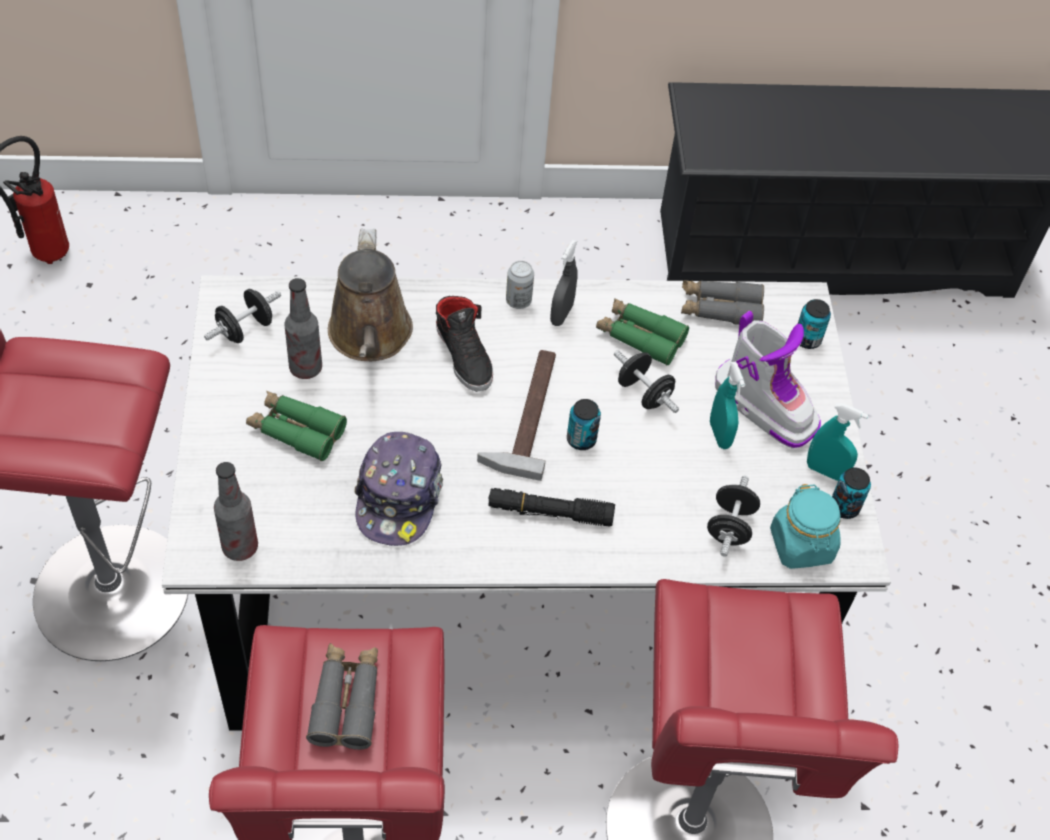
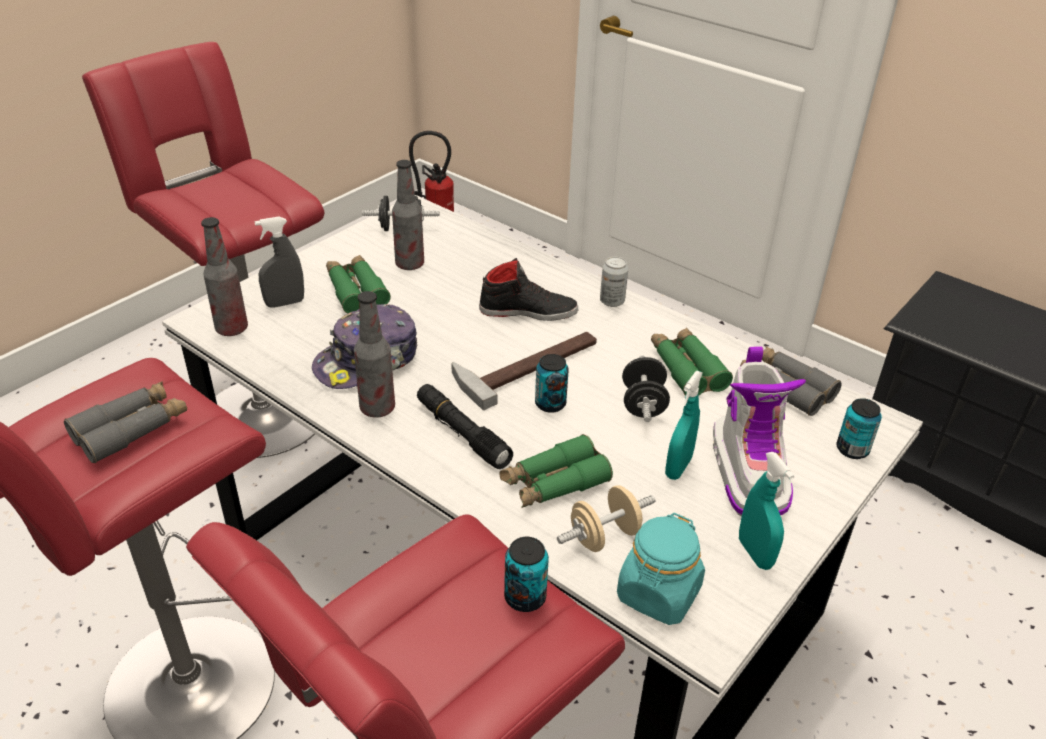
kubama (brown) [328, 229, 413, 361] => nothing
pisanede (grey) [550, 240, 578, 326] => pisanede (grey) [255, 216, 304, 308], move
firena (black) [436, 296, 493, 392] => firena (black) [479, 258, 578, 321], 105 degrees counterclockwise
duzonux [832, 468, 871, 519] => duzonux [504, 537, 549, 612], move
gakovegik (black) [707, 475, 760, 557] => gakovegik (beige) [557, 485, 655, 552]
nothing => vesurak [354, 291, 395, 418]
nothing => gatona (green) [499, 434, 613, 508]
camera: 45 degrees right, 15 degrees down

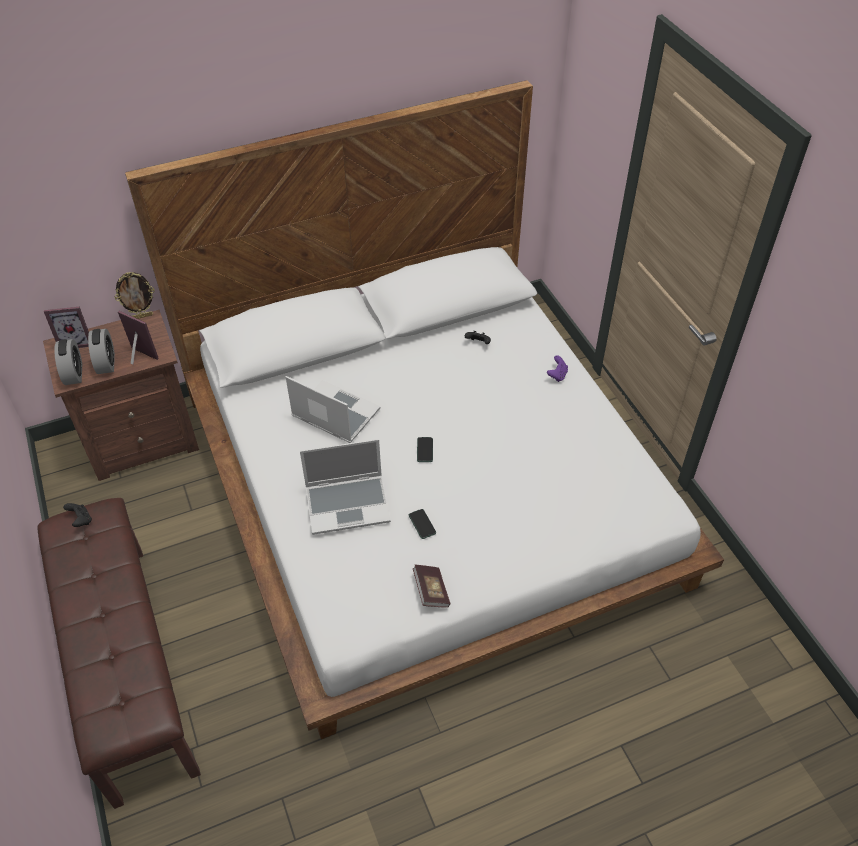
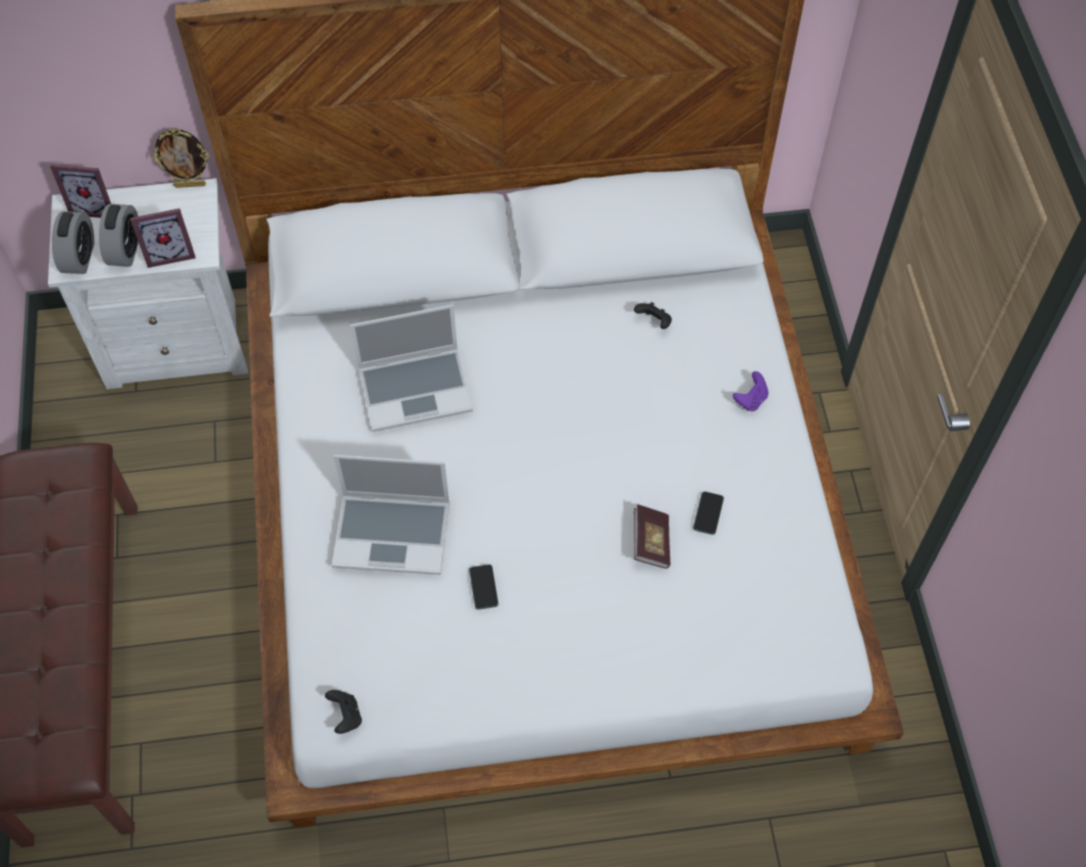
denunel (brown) [43, 310, 199, 481] => denunel (white) [48, 178, 248, 389]
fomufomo [118, 311, 159, 365] => fomufomo [130, 208, 196, 268], 120 degrees clockwise
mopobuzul [286, 376, 381, 443] => mopobuzul [350, 304, 473, 432], 120 degrees clockwise
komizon [417, 437, 433, 462] => komizon [693, 491, 724, 535], move
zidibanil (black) [63, 503, 92, 527] => zidibanil (black) [325, 690, 362, 734], move
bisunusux [413, 565, 450, 608] => bisunusux [634, 504, 670, 569], move
camera: 15 degrees right, 10 degrees up

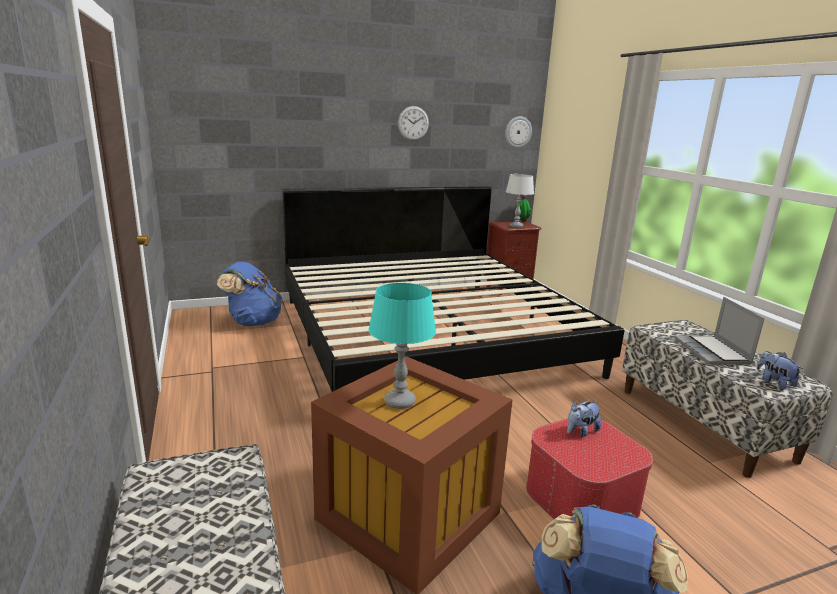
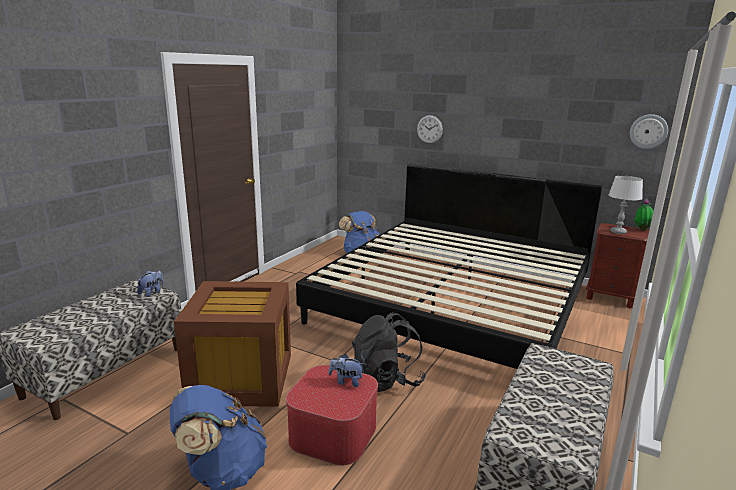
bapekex [398, 106, 429, 140] => bapekex [417, 115, 443, 143], move
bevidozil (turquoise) [369, 283, 436, 409] => nothing
mopobuzul [675, 297, 765, 365] => nothing
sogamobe [757, 351, 803, 389] => sogamobe [137, 270, 164, 297], move
nothing => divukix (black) [352, 312, 426, 392]
camera: 50 degrees right, 0 degrees up

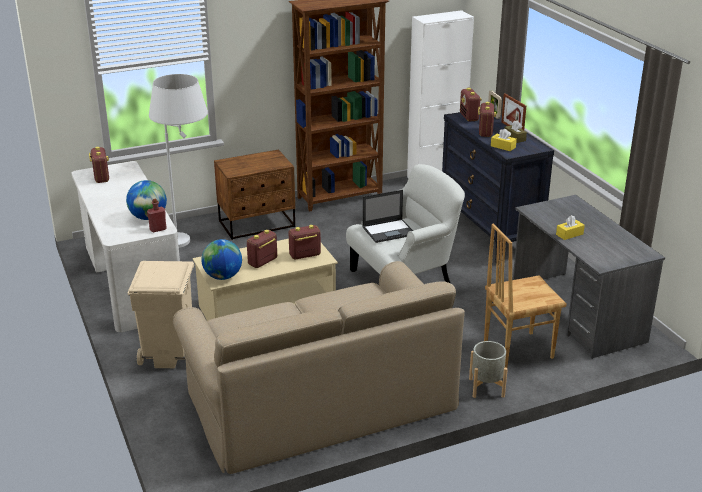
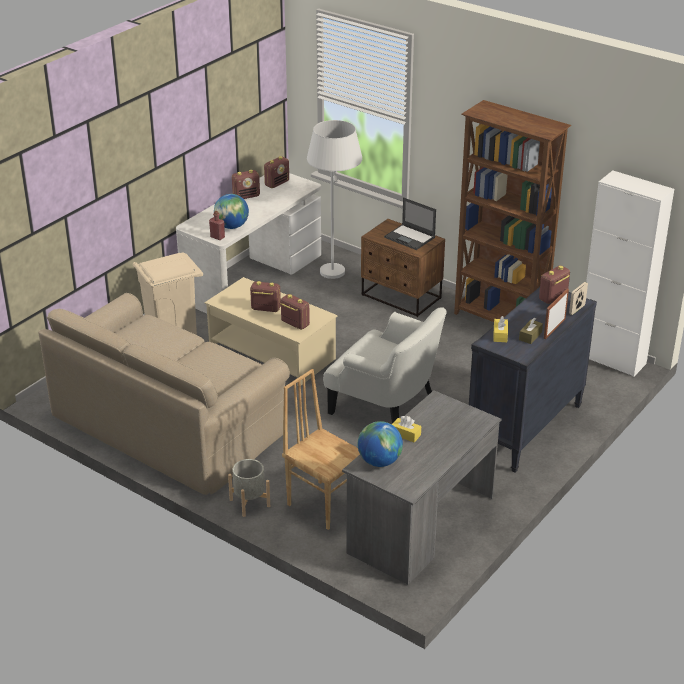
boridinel [478, 102, 496, 137] => boridinel [232, 170, 260, 199], move
mopobuzul [362, 190, 413, 243] => mopobuzul [384, 197, 436, 250], move
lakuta [201, 239, 242, 280] => lakuta [358, 421, 403, 467], move
camera: 60 degrees right, 5 degrees up

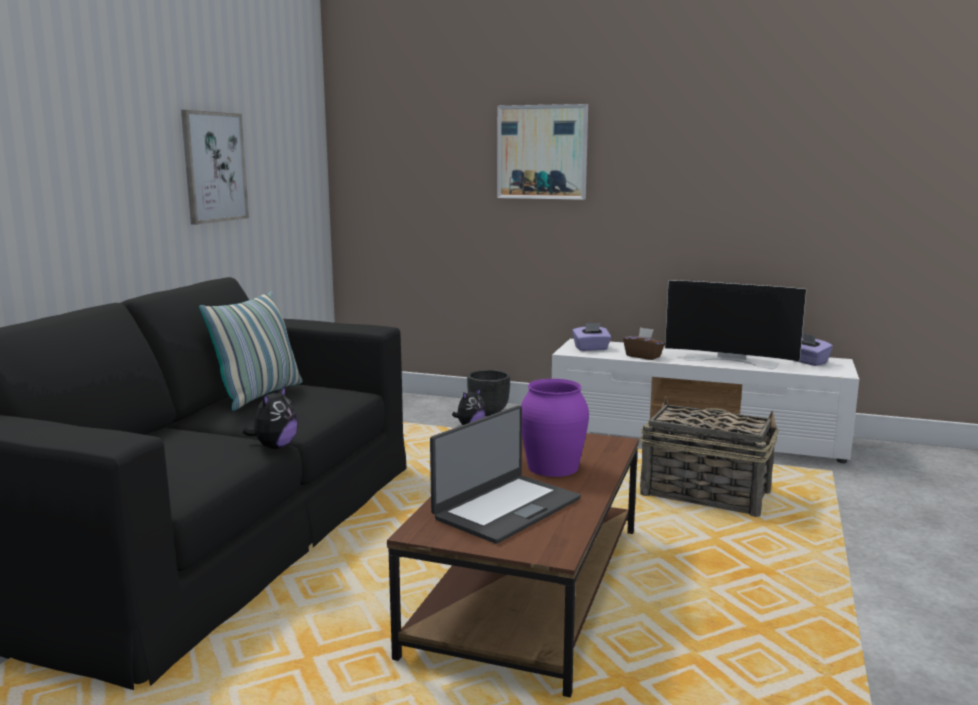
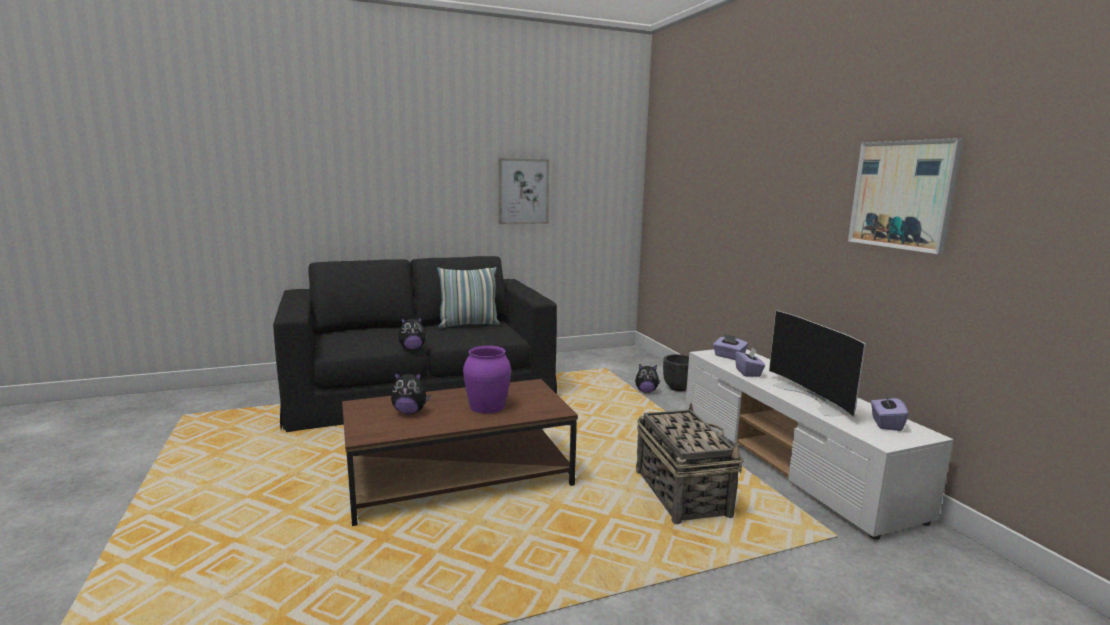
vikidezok [497, 104, 588, 200] => vikidezok [848, 138, 964, 254], move
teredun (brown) [623, 327, 665, 360] => teredun (purple) [735, 347, 765, 377]
mopobuzul [430, 405, 581, 544] => sogamobe [391, 371, 431, 414]
camera: 50 degrees right, 0 degrees up

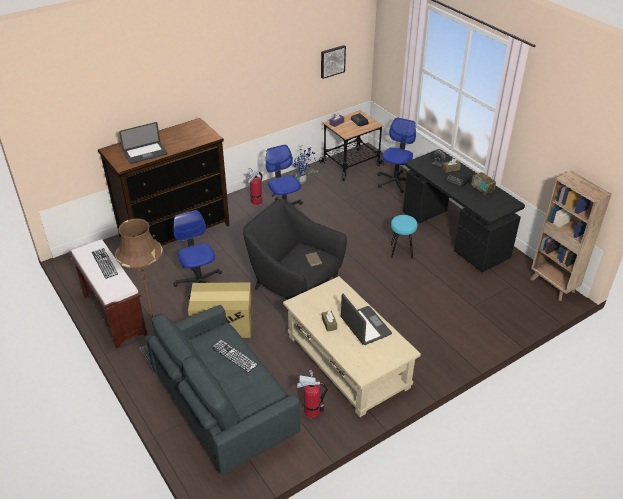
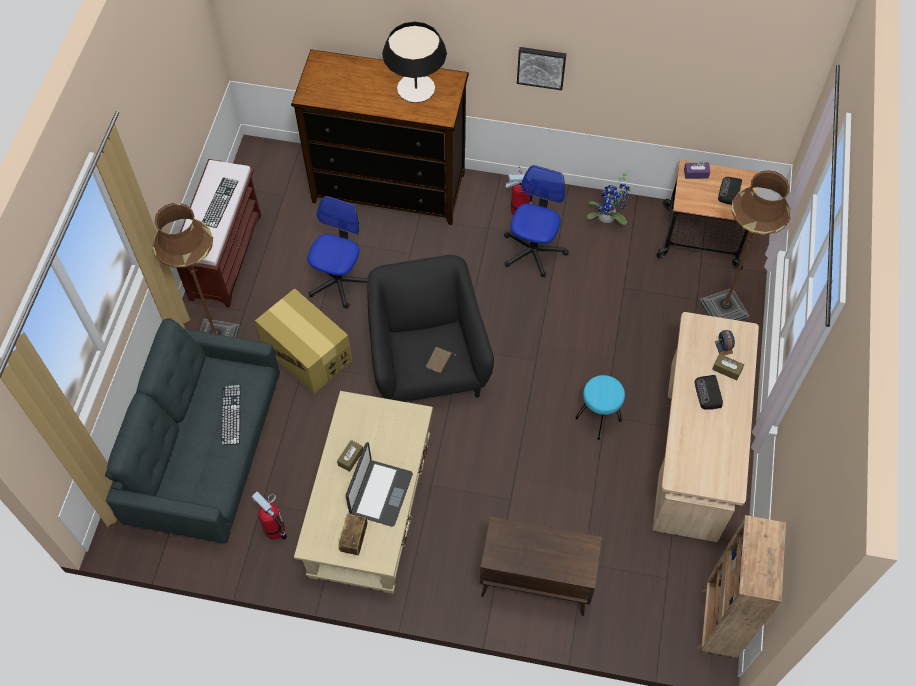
vikidezok [321, 45, 346, 79] => vikidezok [517, 47, 566, 90], move
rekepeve [377, 118, 416, 193] => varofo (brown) [699, 170, 791, 321]
mopobuzul [119, 122, 168, 164] => nothing
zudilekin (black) [403, 149, 525, 272] => zudilekin (beige) [652, 312, 759, 542]
boridinel [472, 172, 496, 196] => boridinel [338, 513, 367, 555], move
nothing => bevidozil [382, 21, 447, 103]
nothing => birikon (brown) [480, 517, 602, 616]
camera: 45 degrees right, 20 degrees up

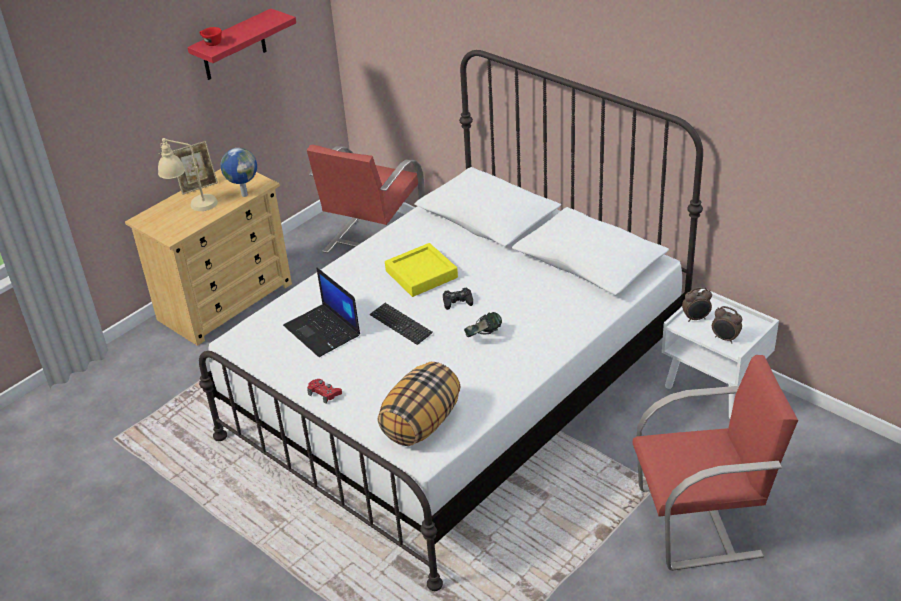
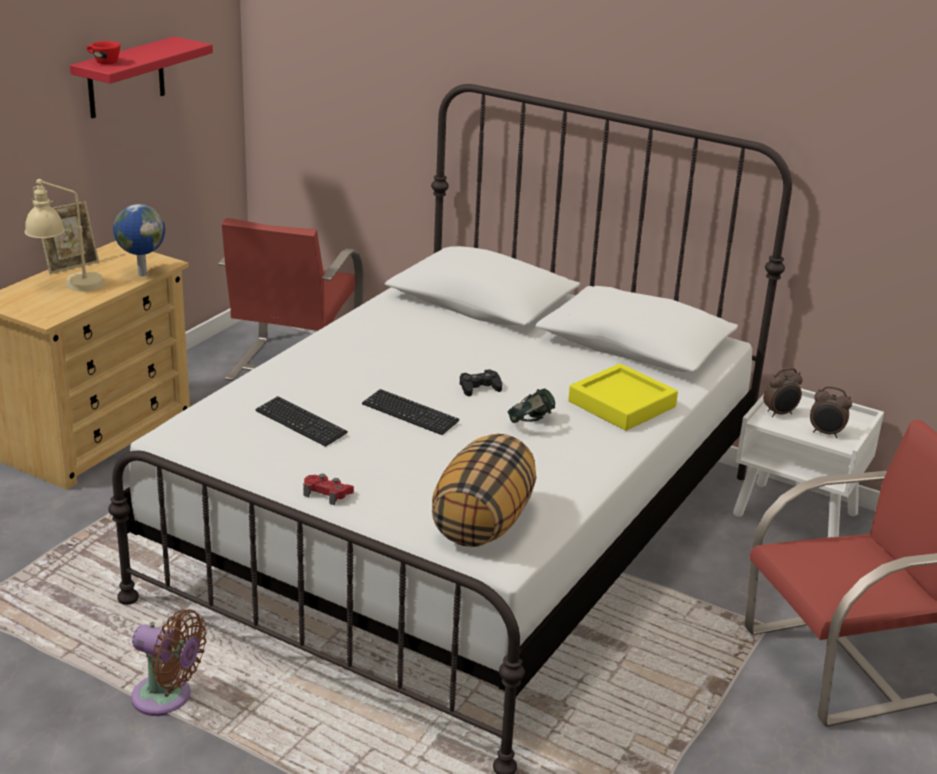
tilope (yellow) [385, 243, 458, 297] => tilope (yellow) [568, 364, 678, 431], move
mopobuzul [283, 267, 360, 357] => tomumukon [255, 396, 348, 447]
nothing => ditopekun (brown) [131, 609, 207, 716]
camera: 15 degrees left, 10 degrees down

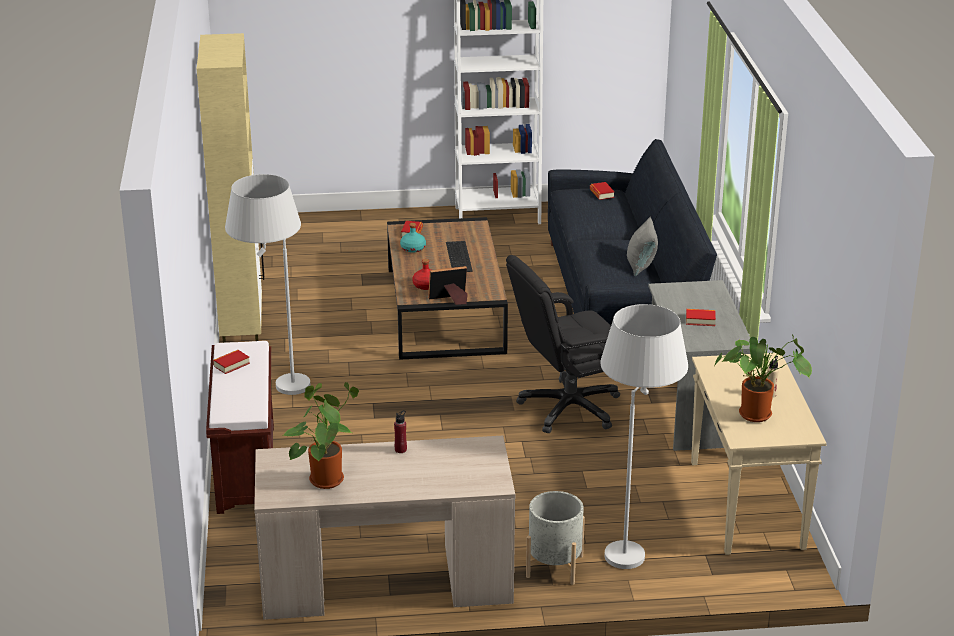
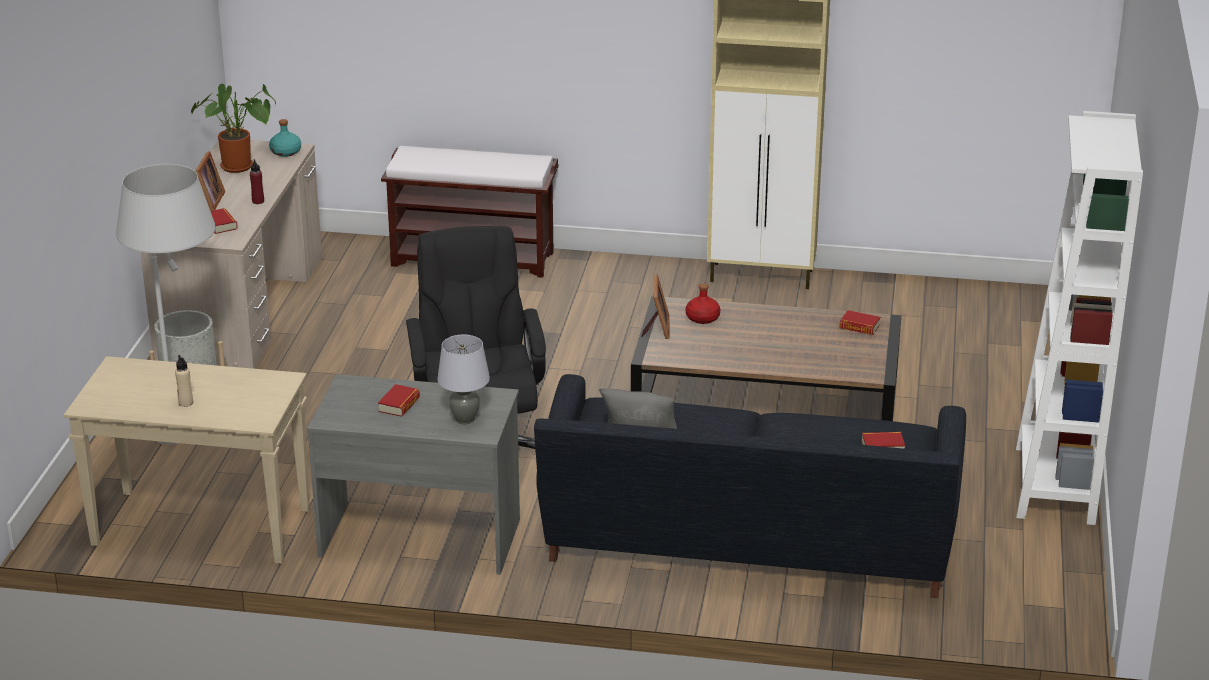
varofo (white) [225, 174, 311, 395] => nothing
vesurak (turquoise) [400, 223, 426, 253] => vesurak (turquoise) [269, 119, 301, 157], move
tomumukon [446, 241, 473, 272] => nothing
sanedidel [715, 334, 812, 422] => nothing
bisunusux [213, 350, 250, 374] => bisunusux [211, 208, 238, 234], move
nothing => fomufomo [195, 151, 225, 211]
nothing => bevidozil (grey) [437, 335, 490, 424]
camera: 105 degrees right, 0 degrees up

